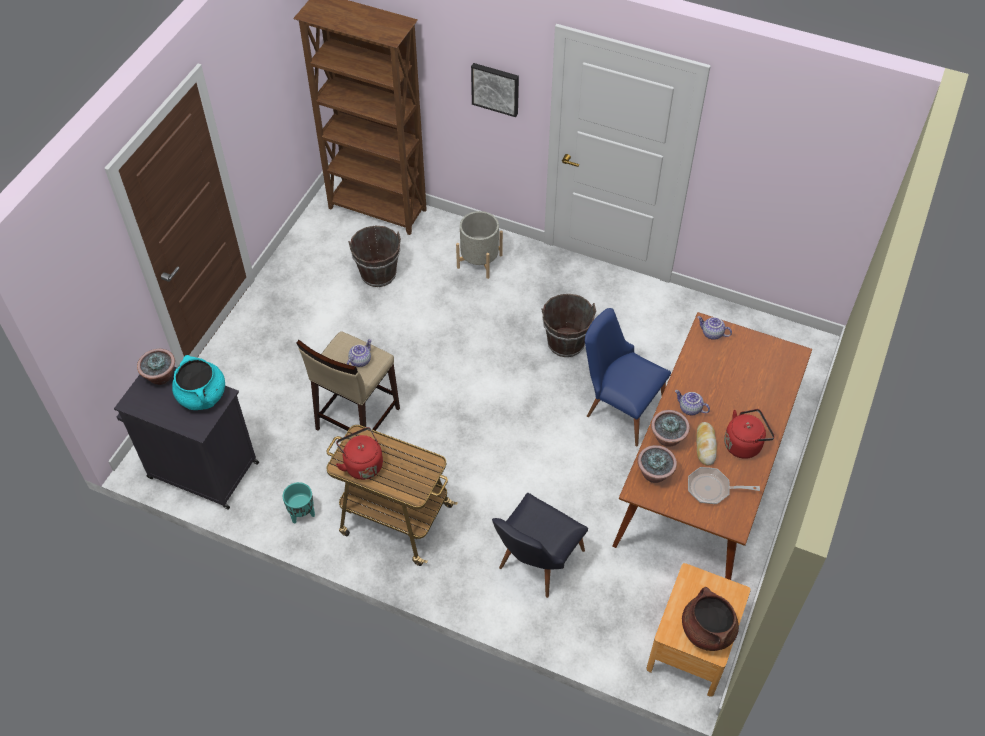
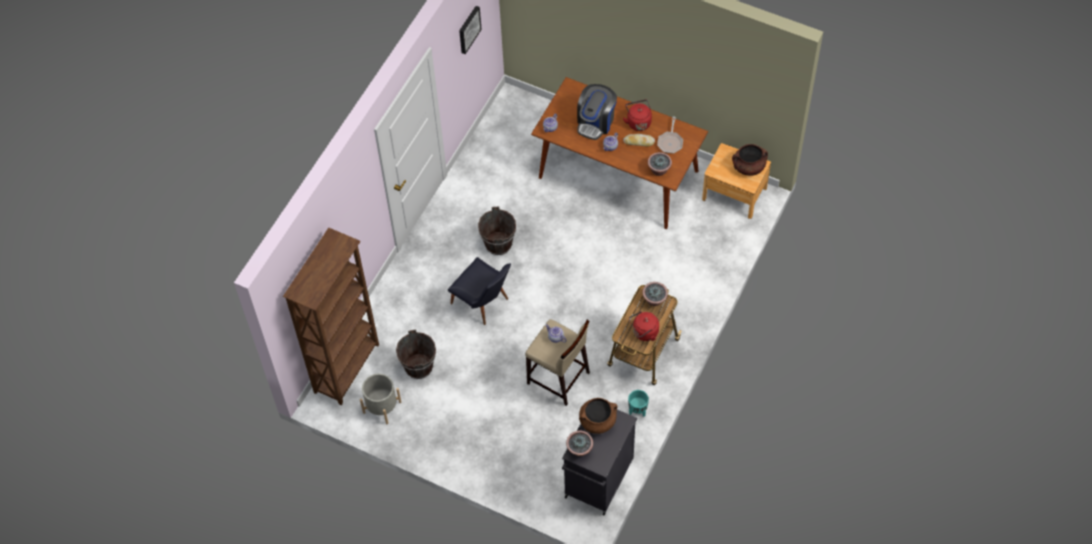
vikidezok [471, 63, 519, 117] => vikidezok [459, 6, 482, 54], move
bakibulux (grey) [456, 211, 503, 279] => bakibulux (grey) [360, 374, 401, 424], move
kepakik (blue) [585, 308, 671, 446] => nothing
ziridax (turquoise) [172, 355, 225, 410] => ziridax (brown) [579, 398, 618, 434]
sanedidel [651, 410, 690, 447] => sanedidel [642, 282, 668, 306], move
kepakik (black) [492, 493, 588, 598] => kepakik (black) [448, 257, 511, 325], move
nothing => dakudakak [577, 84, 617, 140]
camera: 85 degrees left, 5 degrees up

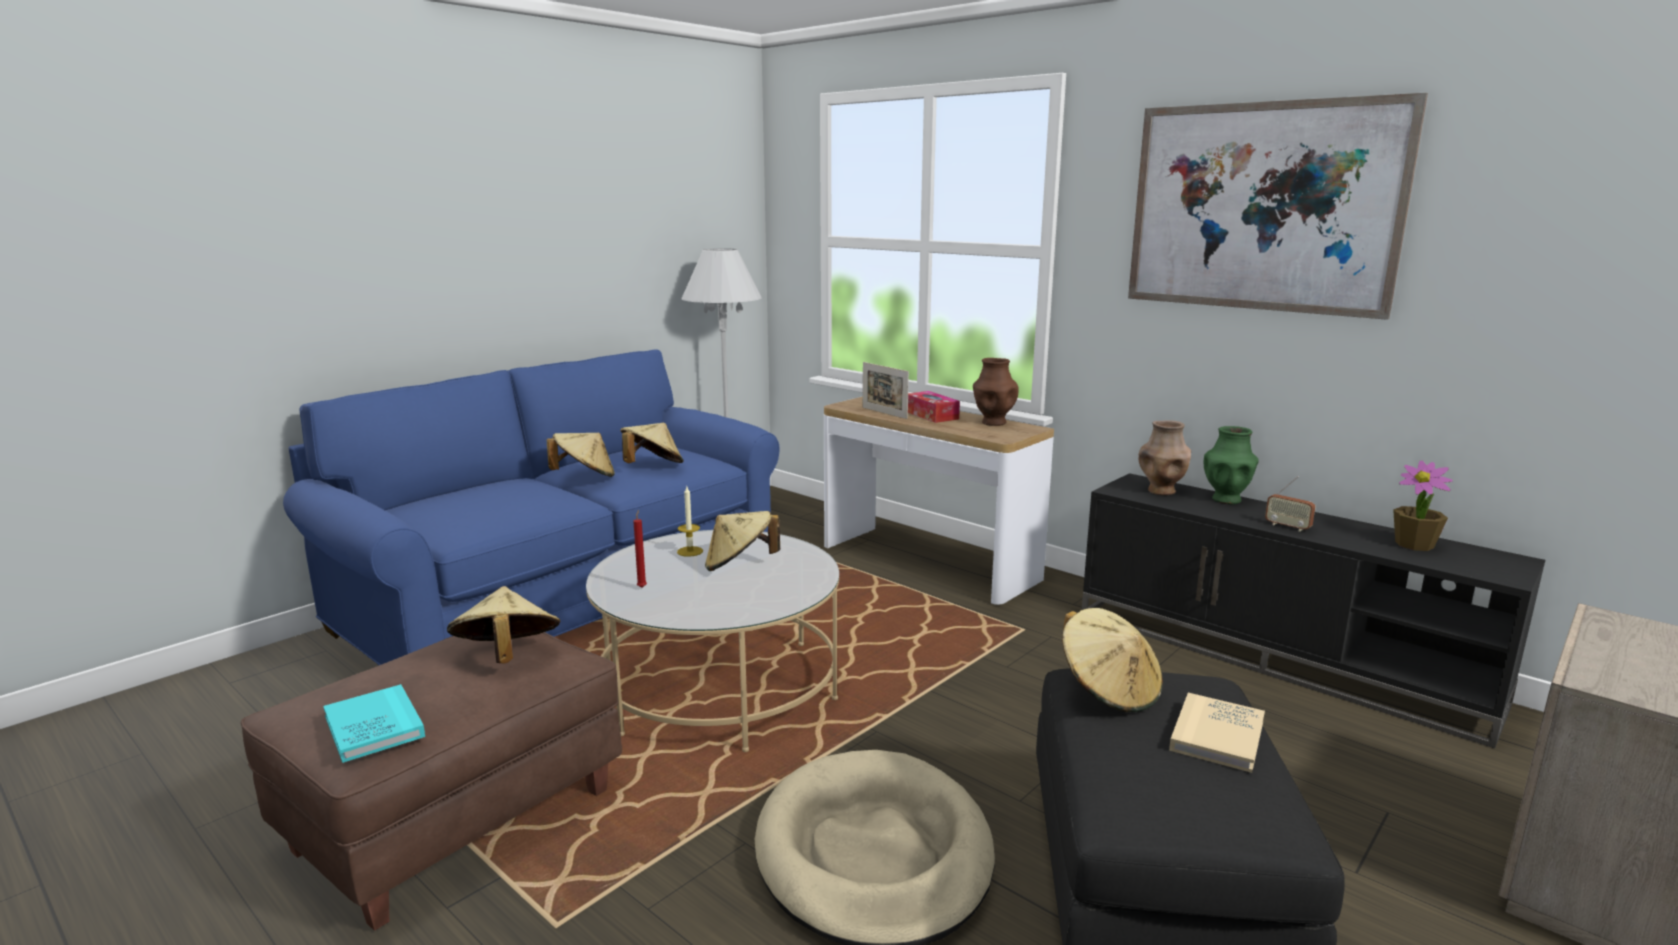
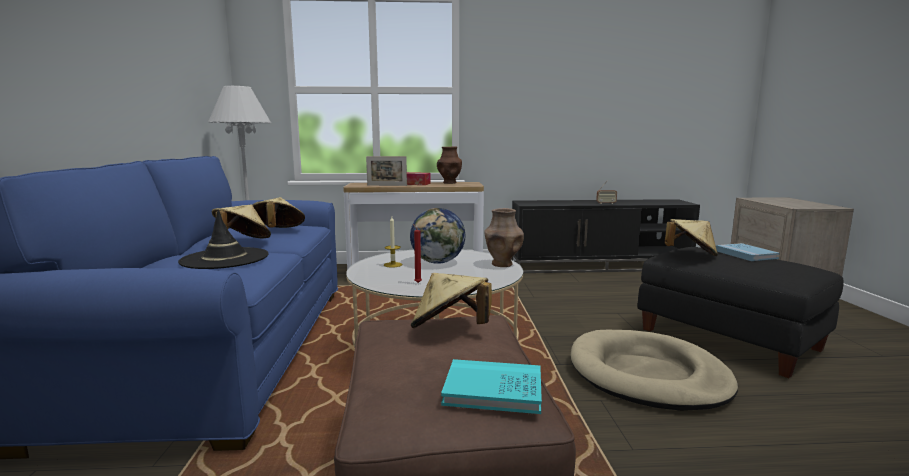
vikidezok [1128, 93, 1428, 320] => nothing
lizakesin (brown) [1138, 420, 1191, 495] => lizakesin (brown) [484, 208, 524, 267], move
lizakesin (green) [1203, 426, 1259, 504] => nothing
sanedidel [1393, 461, 1453, 551] => nothing
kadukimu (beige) [705, 511, 780, 571] => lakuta [410, 208, 465, 264]
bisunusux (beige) [1169, 693, 1265, 773] => bisunusux (blue) [716, 243, 780, 261]
nothing => kadukimu (black) [178, 210, 269, 269]
camera: 45 degrees left, 5 degrees down

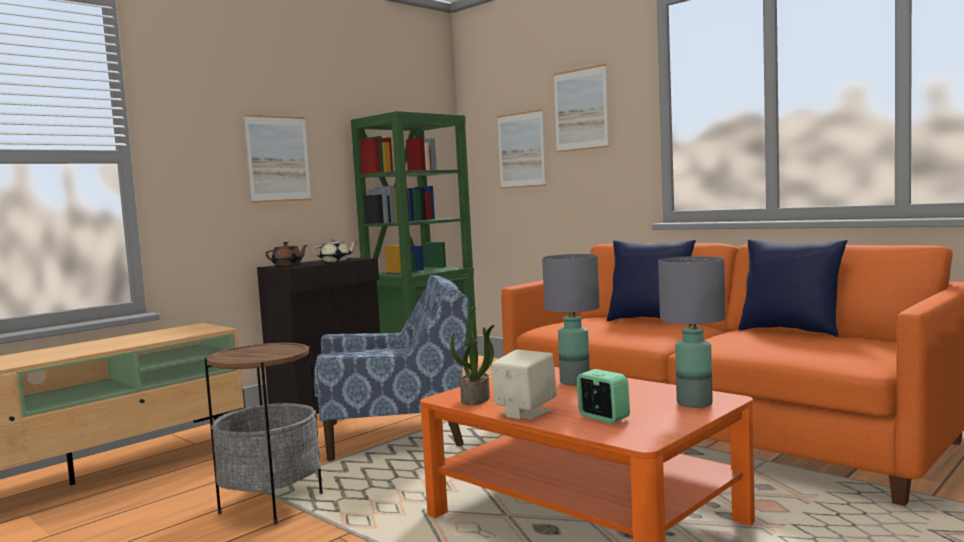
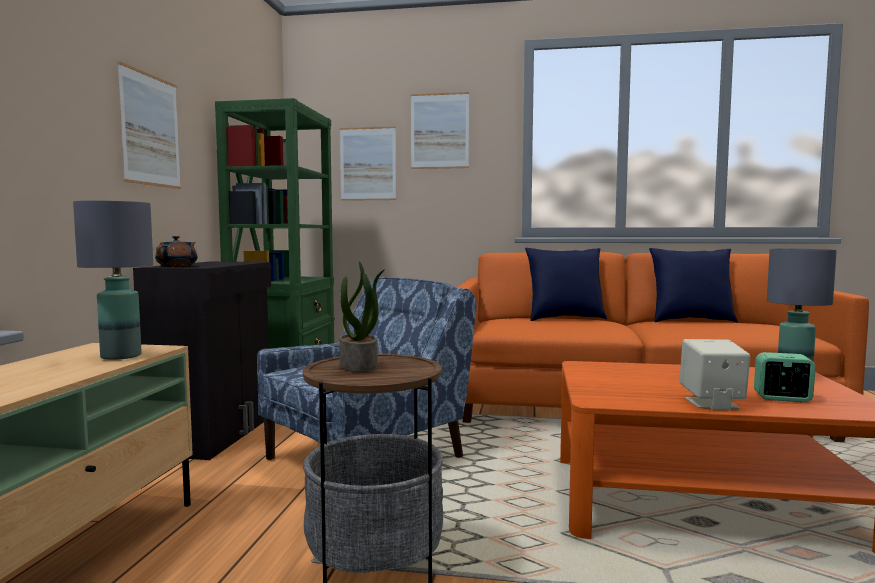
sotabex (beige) [312, 238, 358, 262] => nothing
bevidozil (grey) [542, 254, 600, 385] => bevidozil (grey) [73, 200, 153, 360], move
sanedidel [451, 319, 494, 405] => sanedidel [340, 261, 385, 372], move
camera: 35 degrees left, 0 degrees up

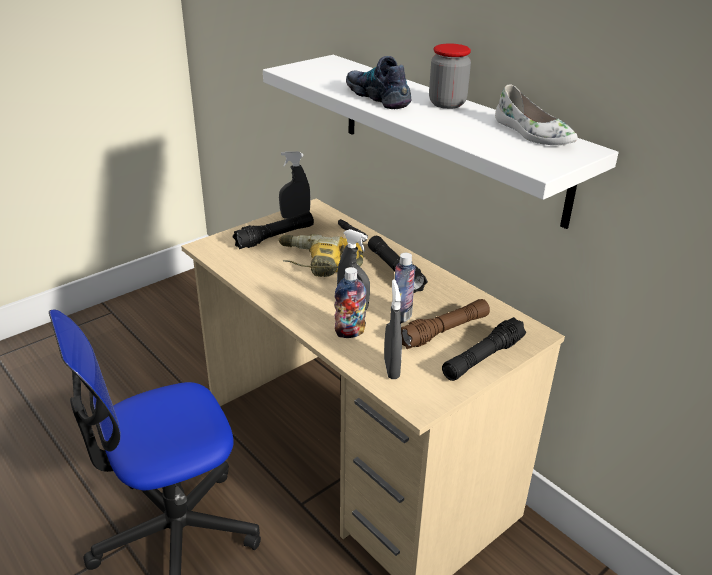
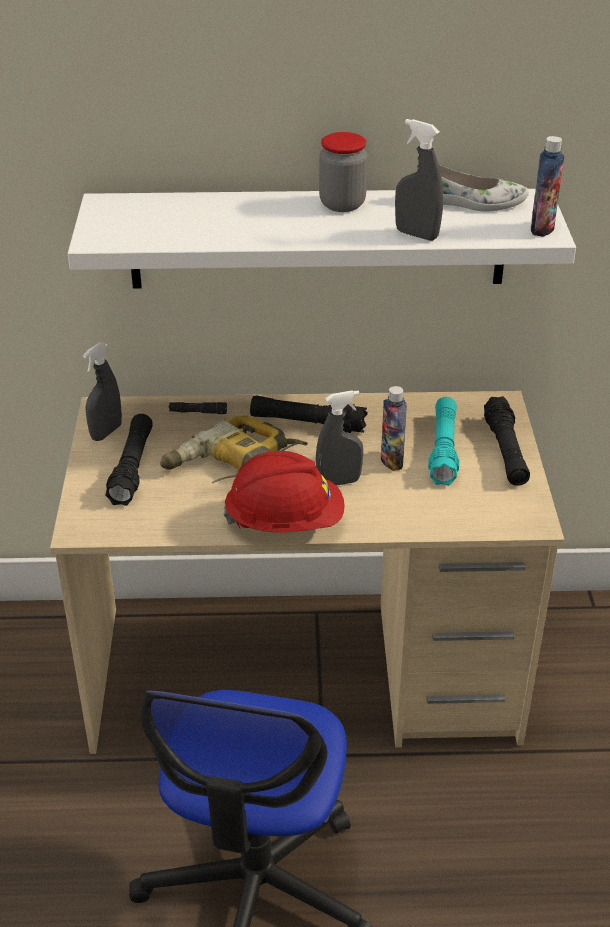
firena [346, 56, 411, 109] => nothing
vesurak [334, 267, 367, 338] => vesurak [531, 136, 564, 237], move
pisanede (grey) [384, 280, 402, 379] => pisanede (grey) [395, 119, 443, 241], move
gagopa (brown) [401, 299, 490, 349] => gagopa (turquoise) [428, 397, 459, 486]
nothing => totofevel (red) [224, 451, 345, 533]
camera: 50 degrees left, 5 degrees up

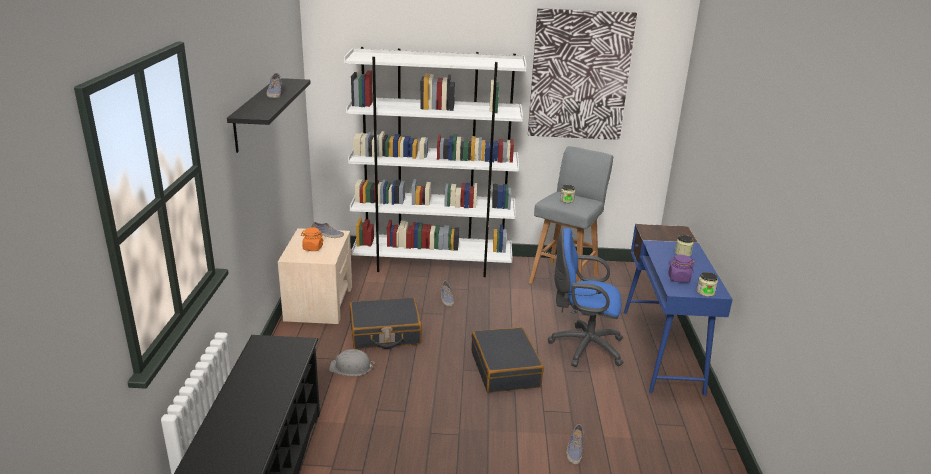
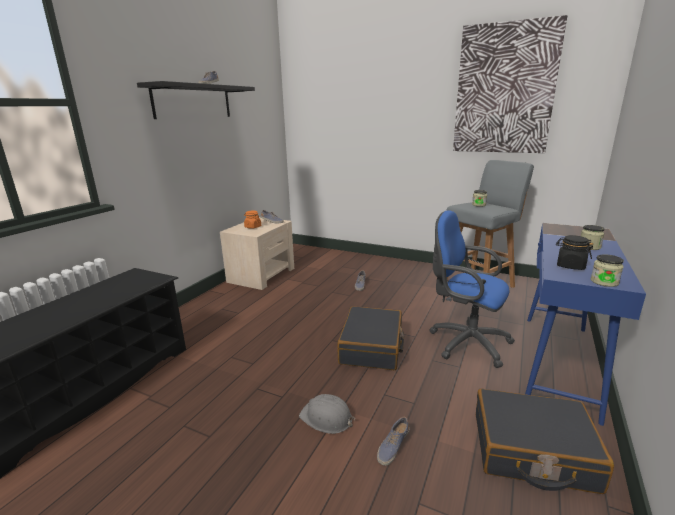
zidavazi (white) [344, 47, 527, 277] => nothing
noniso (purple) [668, 255, 695, 283] => noniso (black) [556, 235, 593, 270]
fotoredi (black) [350, 298, 422, 349] => fotoredi (black) [476, 388, 614, 494], move
totofevel (grey) [329, 349, 375, 376] => totofevel (grey) [299, 394, 355, 434], move
camera: 25 degrees right, 5 degrees down

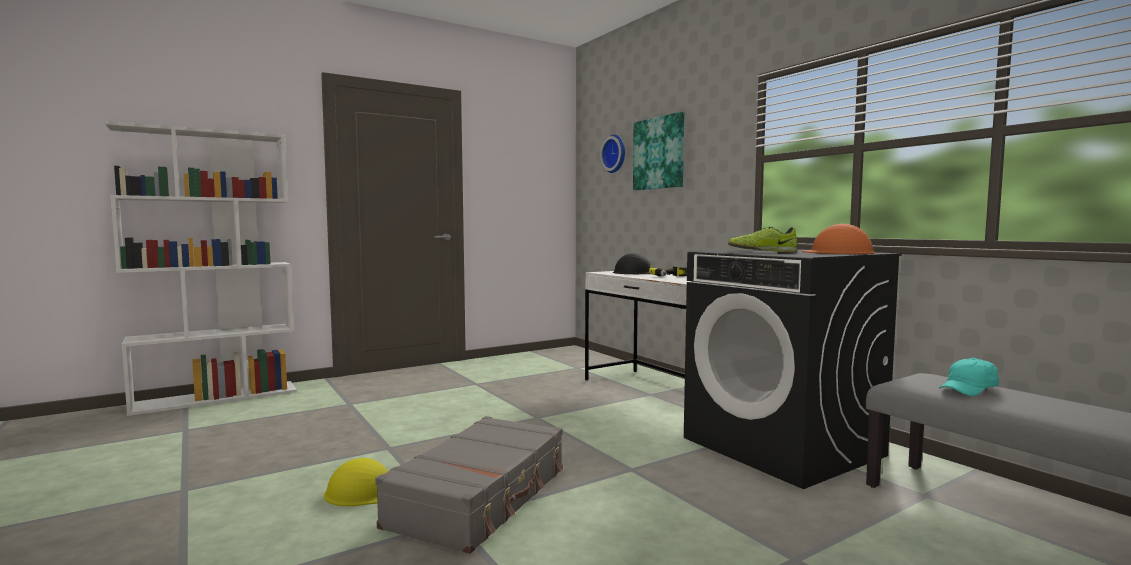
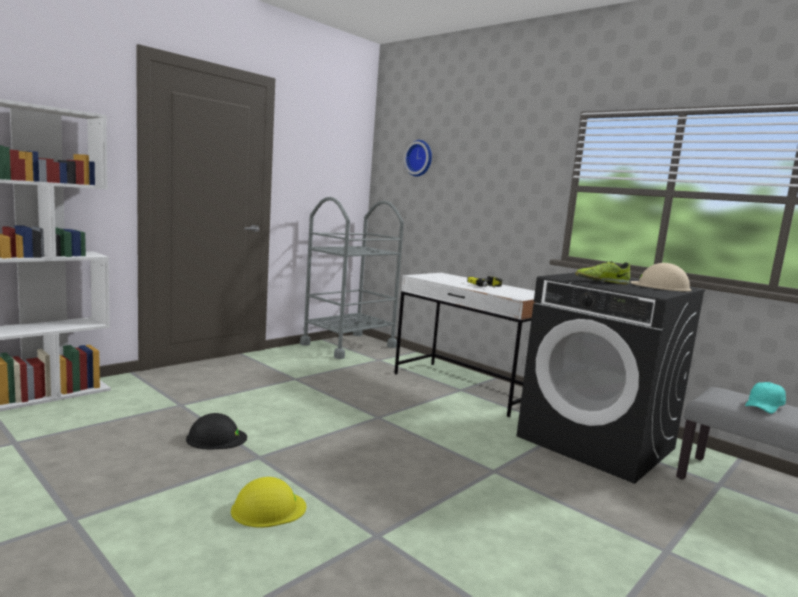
vikidezok [633, 112, 684, 190] => nothing
totofevel (orange) [802, 224, 876, 254] => totofevel (beige) [630, 263, 691, 291]
totofevel (black) [613, 253, 652, 274] => totofevel (black) [186, 413, 247, 450], move
fotoredi (grey) [375, 416, 563, 554] => nothing
nothing => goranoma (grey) [300, 197, 404, 359]
camera: 15 degrees left, 5 degrees up

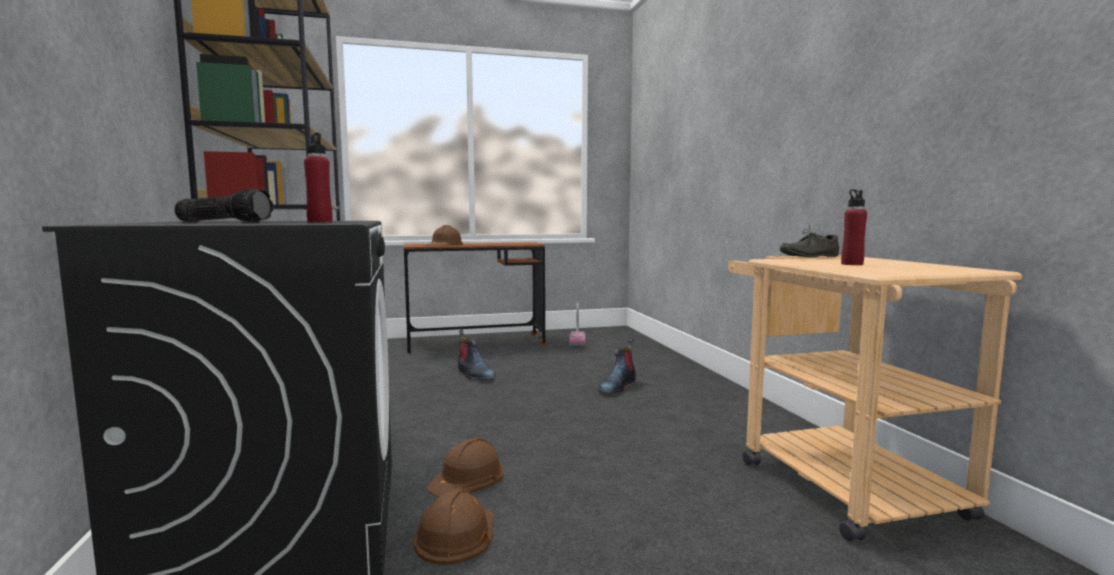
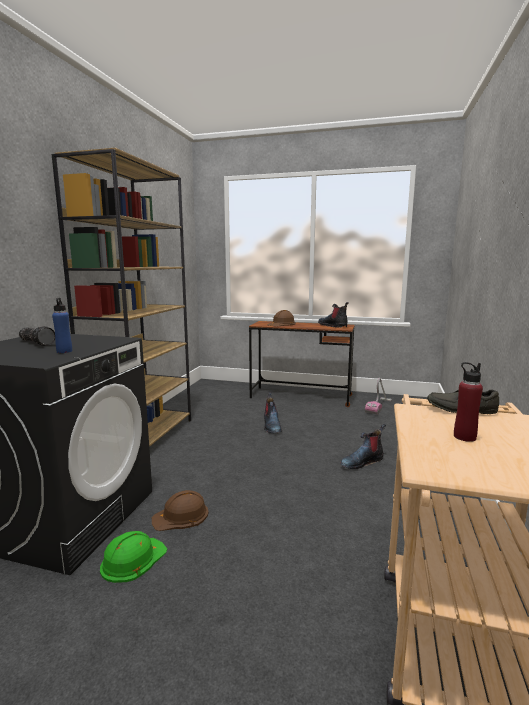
vesurak (red) [304, 132, 333, 223] => vesurak (blue) [52, 298, 72, 353]
totofevel (brown) [414, 489, 494, 565] => totofevel (green) [100, 531, 167, 583]
nothing => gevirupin [318, 302, 348, 328]
camera: 30 degrees right, 5 degrees up

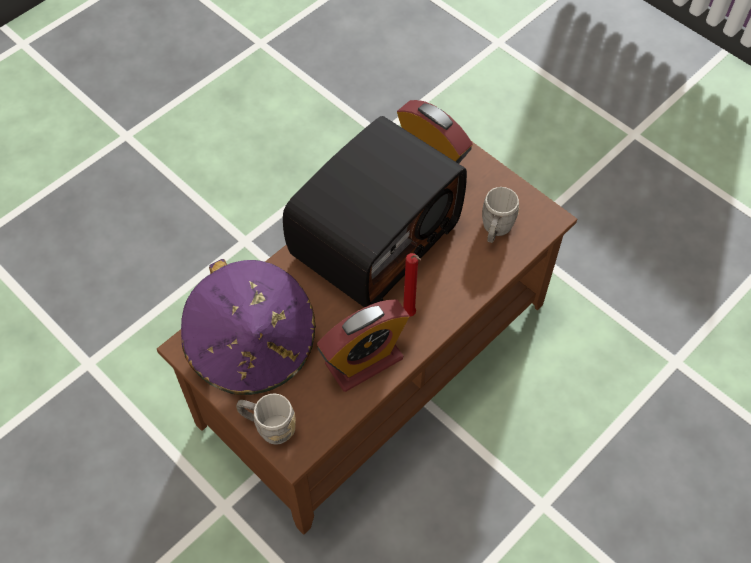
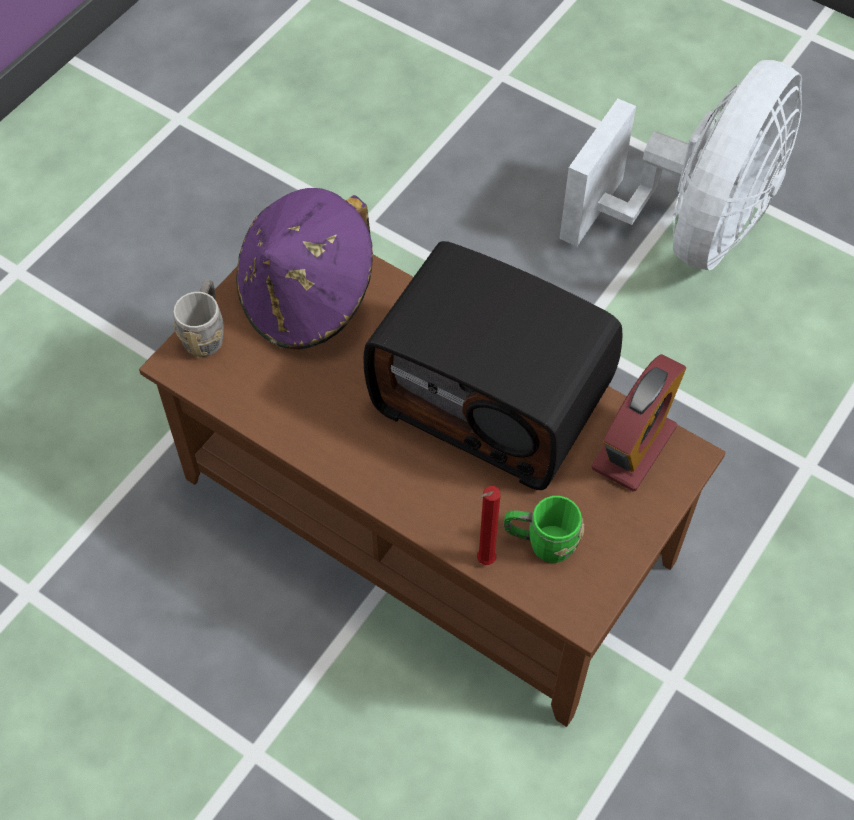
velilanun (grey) [482, 187, 520, 243] => velilanun (green) [504, 496, 584, 563]
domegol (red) [403, 253, 421, 317] => domegol (red) [477, 486, 501, 565], move
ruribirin [317, 300, 409, 392] => nothing
nothing => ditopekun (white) [559, 60, 802, 270]
camera: 80 degrees right, 0 degrees up

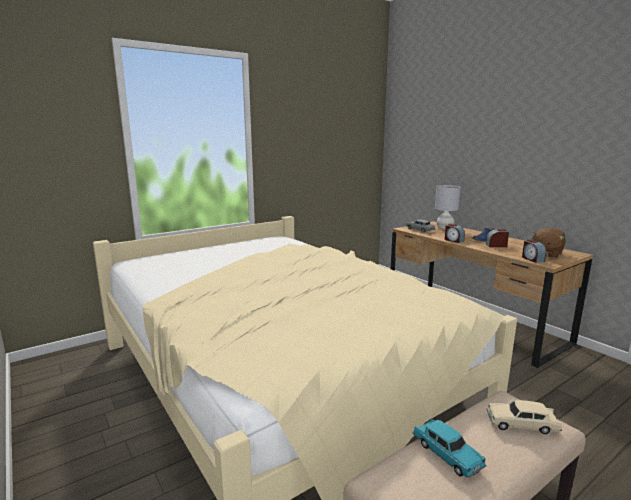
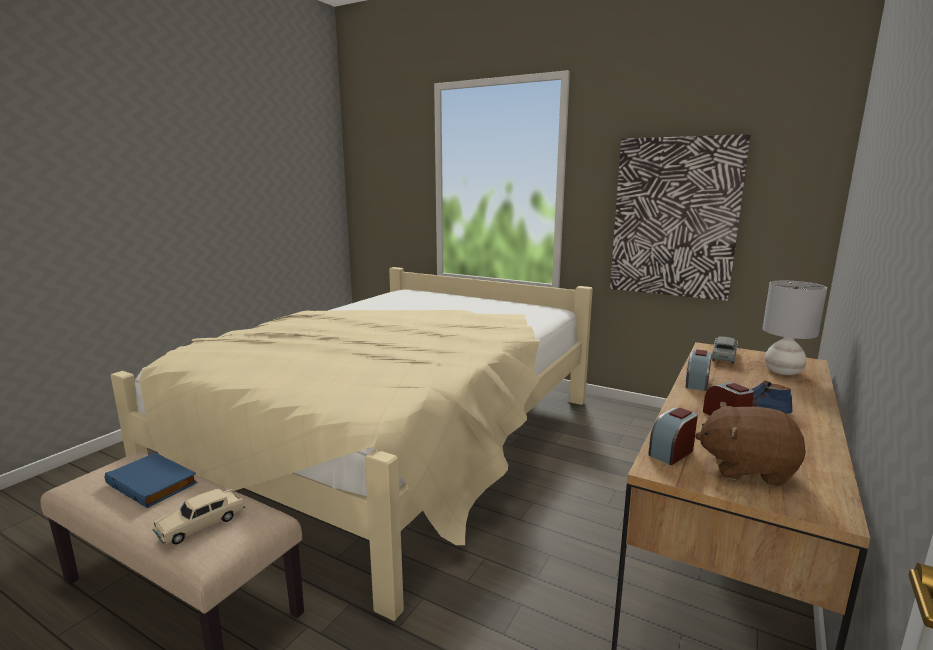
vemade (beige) [487, 400, 562, 434] => vemade (beige) [153, 489, 245, 544], 120 degrees counterclockwise
vemade (turquoise) [413, 418, 487, 478] => bisunusux (blue) [105, 452, 198, 508]
nothing => vikidezok [610, 134, 751, 301]
camera: 65 degrees right, 0 degrees up

